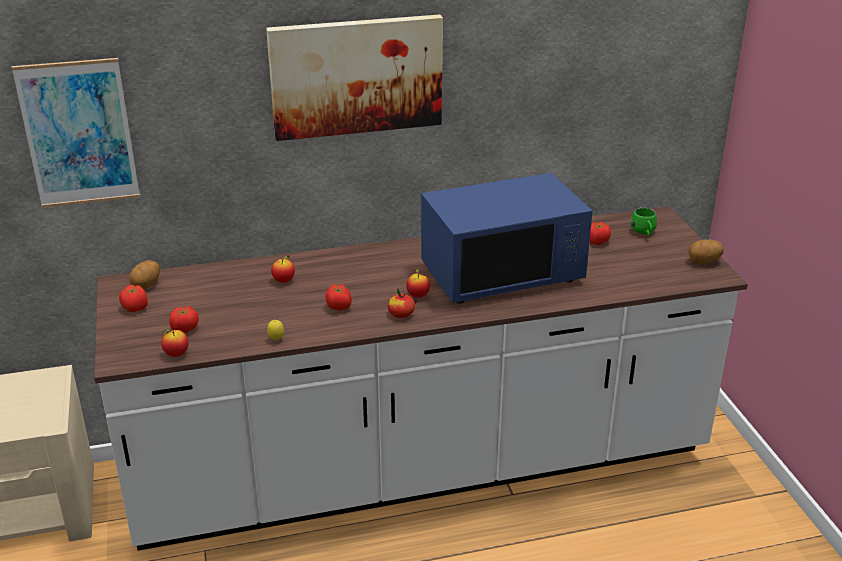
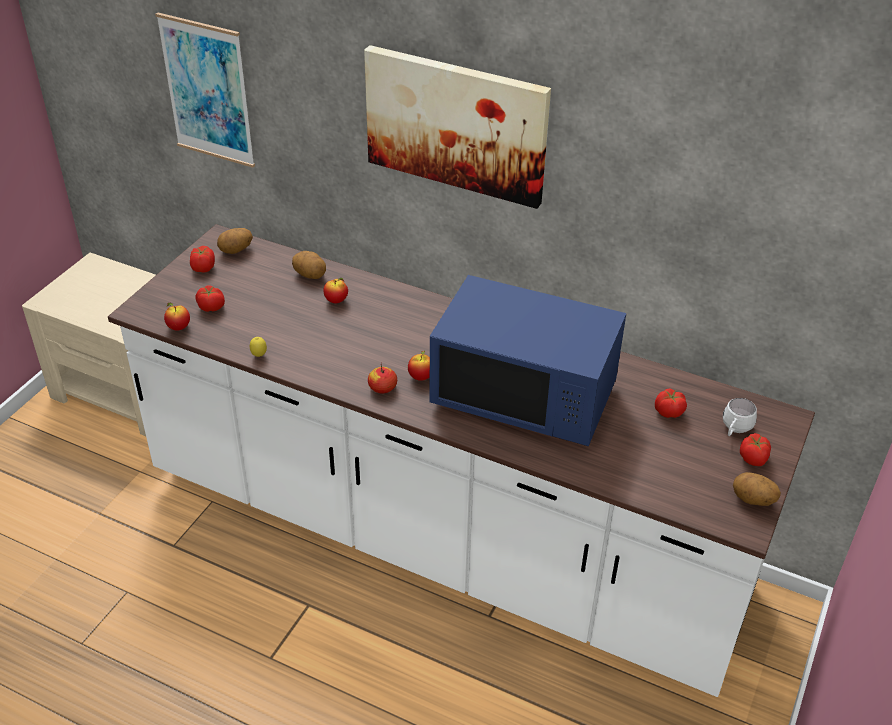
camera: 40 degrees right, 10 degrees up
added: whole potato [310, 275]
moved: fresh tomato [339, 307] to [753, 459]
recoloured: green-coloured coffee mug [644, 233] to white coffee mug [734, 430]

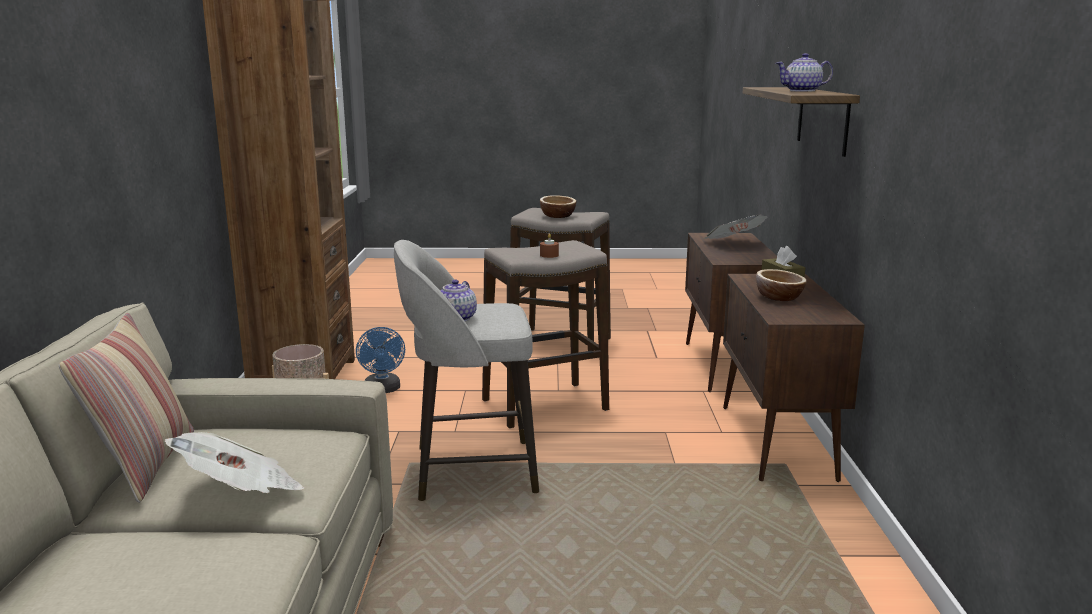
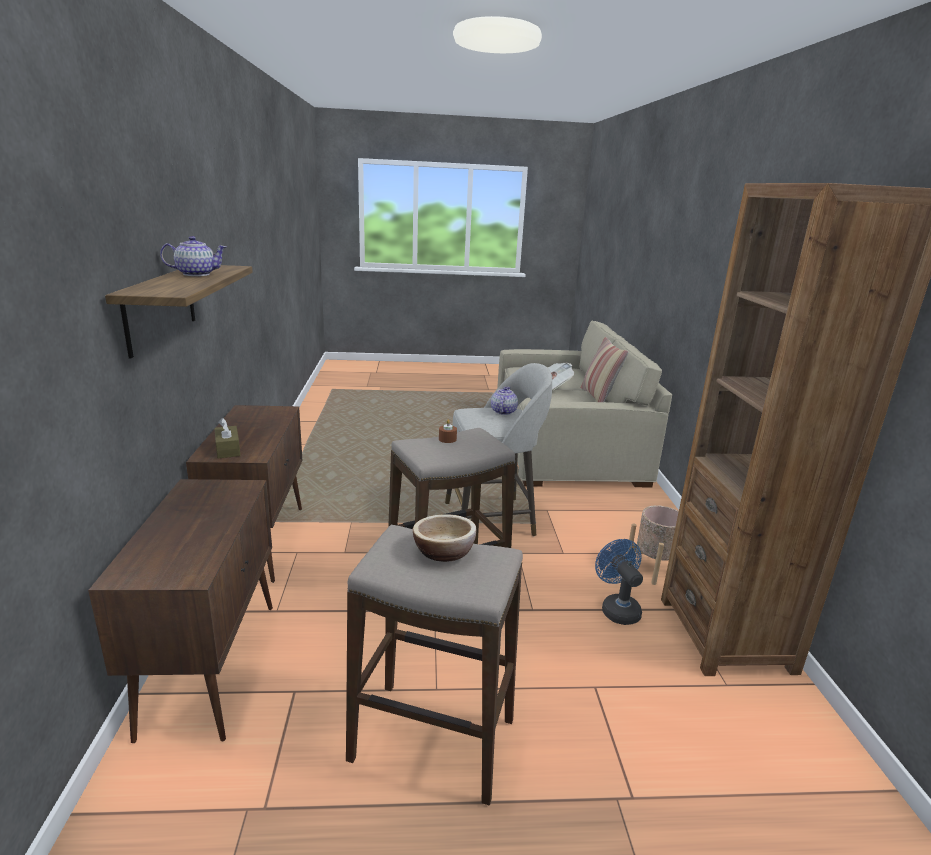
camera: 175 degrees right, 5 degrees up
removed: newspaper [734, 244]; serving bowl [779, 297]

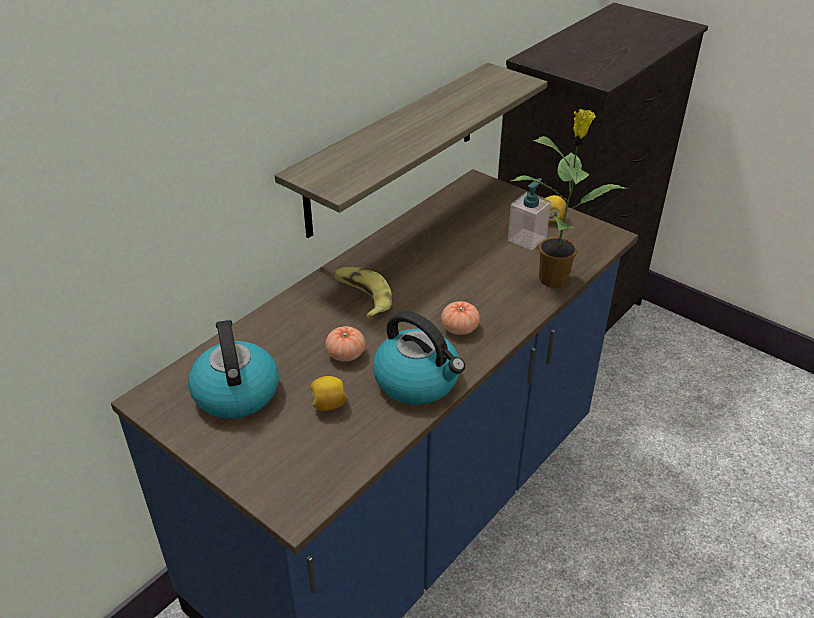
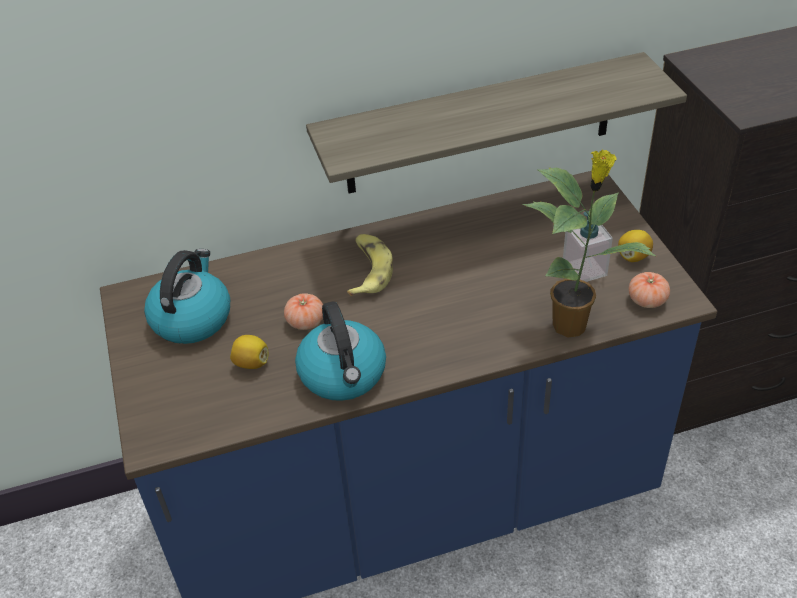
camera: 35 degrees right, 5 degrees up
moved: fresh tomato [459, 328] to [647, 300]

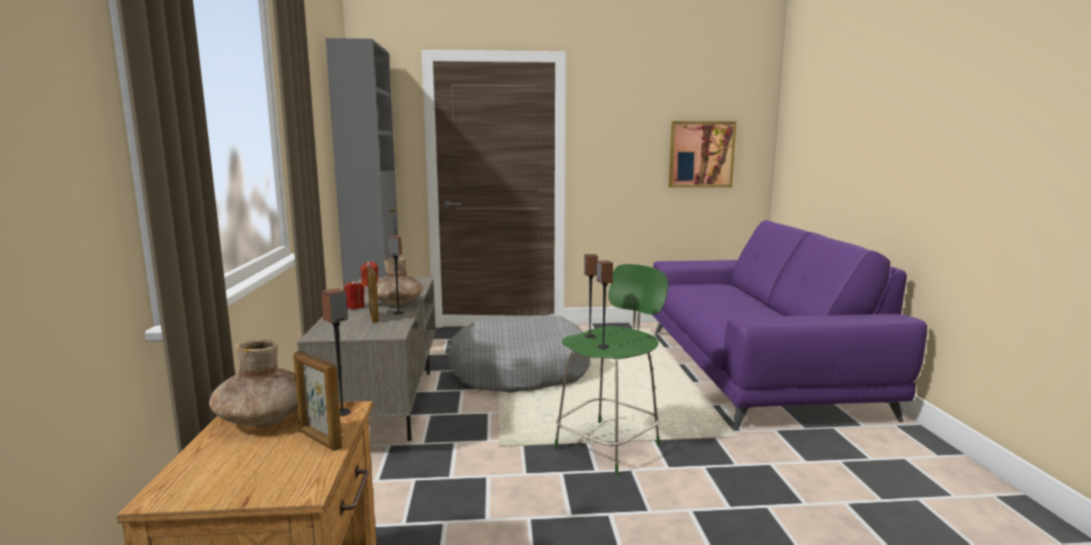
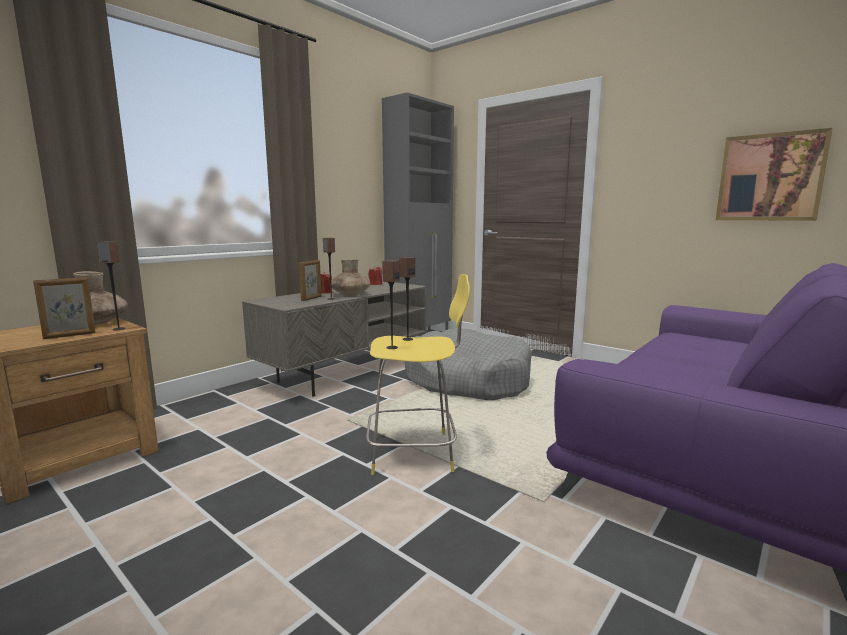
camera: 45 degrees right, 0 degrees up
recoloured: green-coloured stool seat [609, 445] to yellow-coloured stool seat [415, 453]
turned: photo frame [320, 440] = [70, 335] 120 degrees counterclockwise

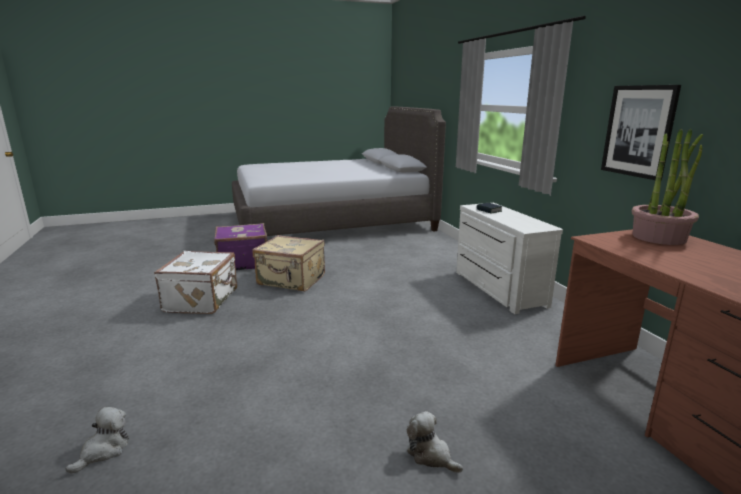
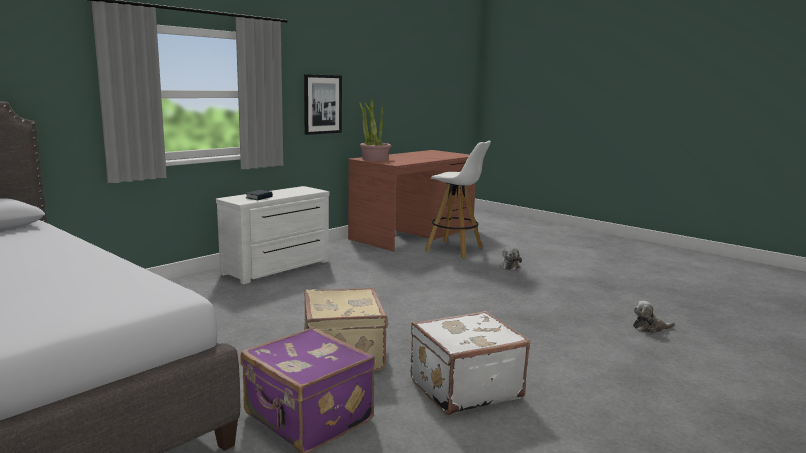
camera: 120 degrees left, 5 degrees down
added: white stool seat [455, 249]

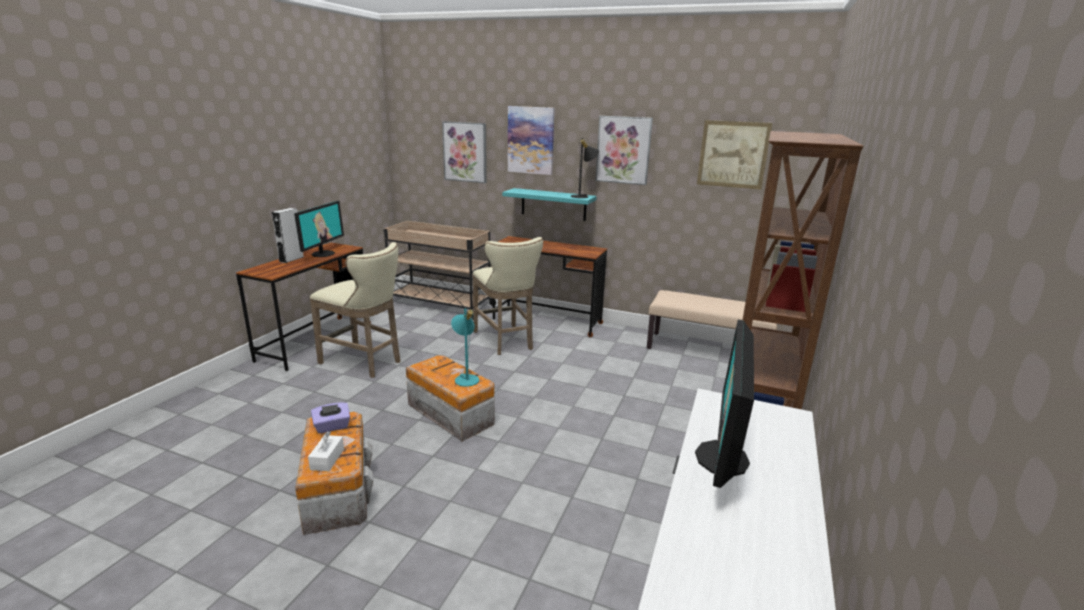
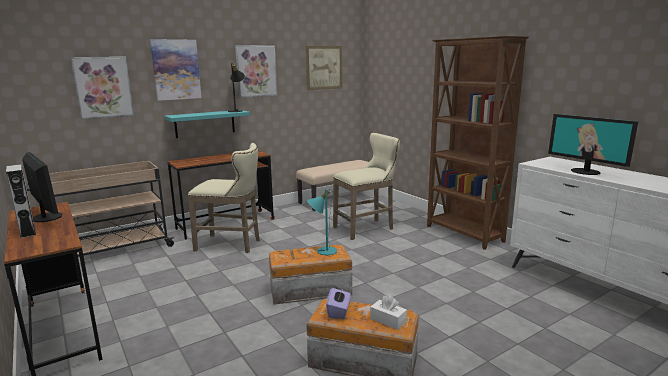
camera: 55 degrees left, 5 degrees down
moved: sand-coloured stool seat [364, 363] to [367, 228]

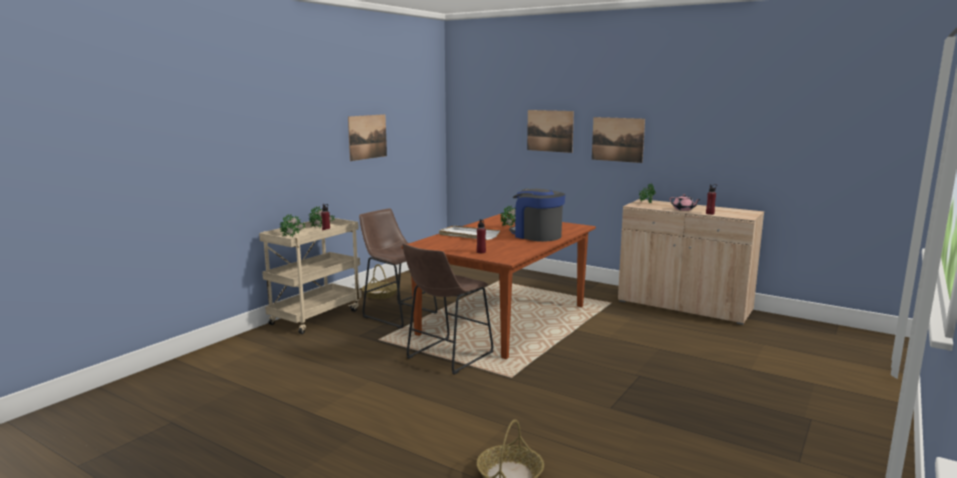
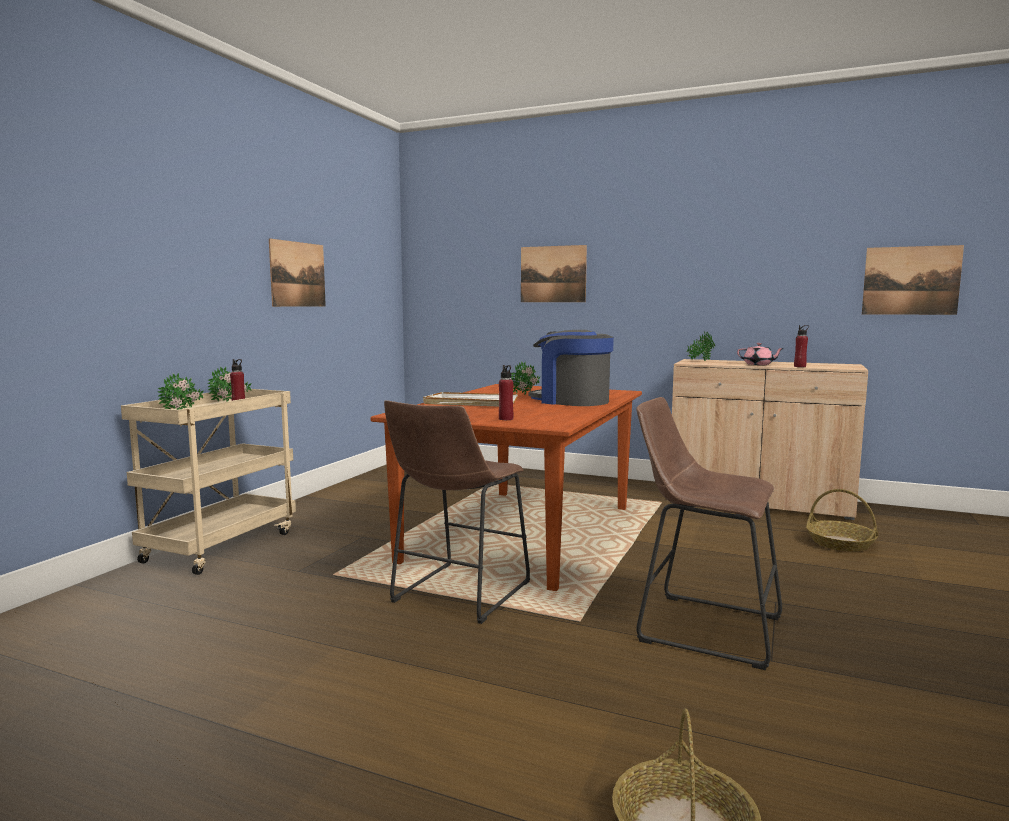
camera: 10 degrees left, 5 degrees down
moved: wall art [617, 139] to [911, 280]; brown stool seat [397, 314] to [701, 627]; basket [380, 294] to [840, 543]

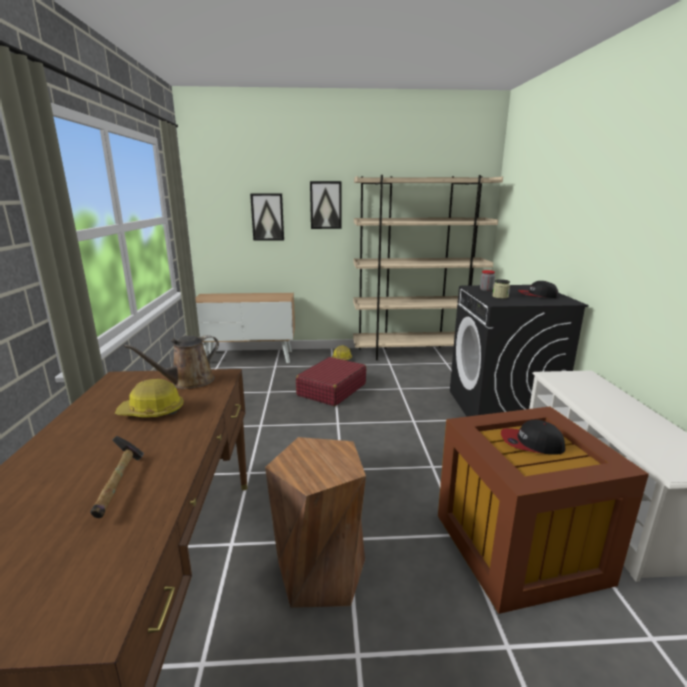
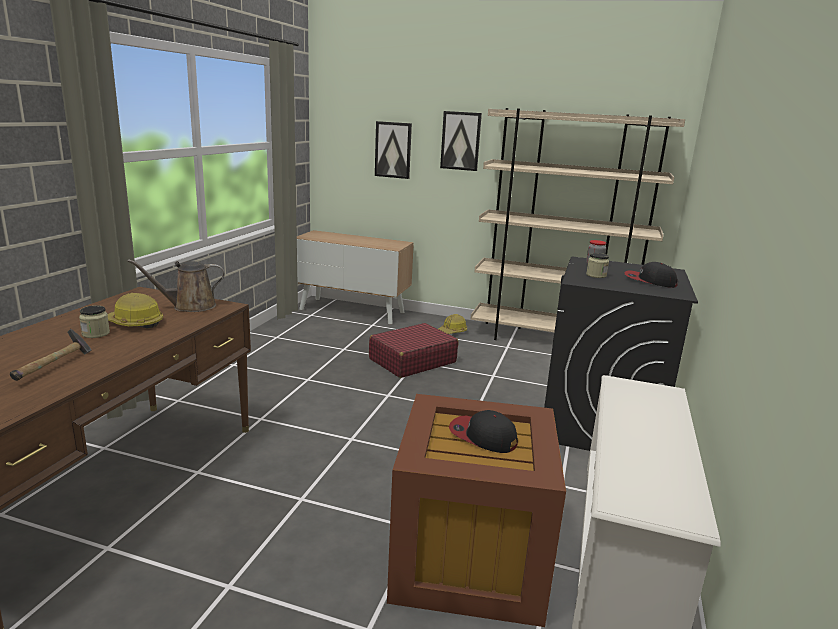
camera: 20 degrees right, 0 degrees up
removed: brown stool seat [321, 572]
added: storage jar [96, 333]

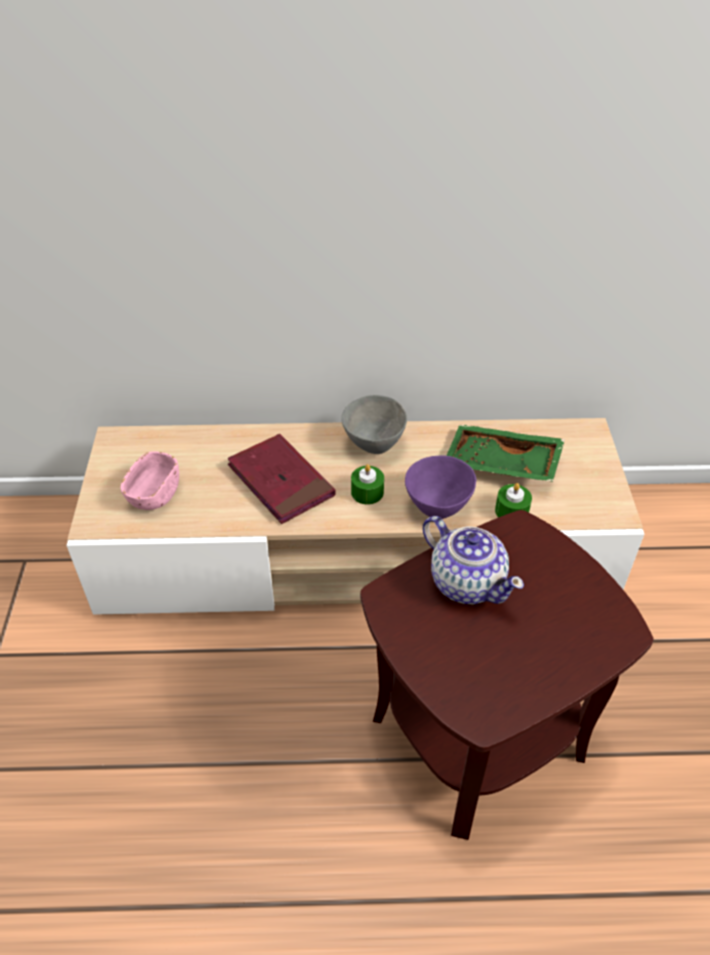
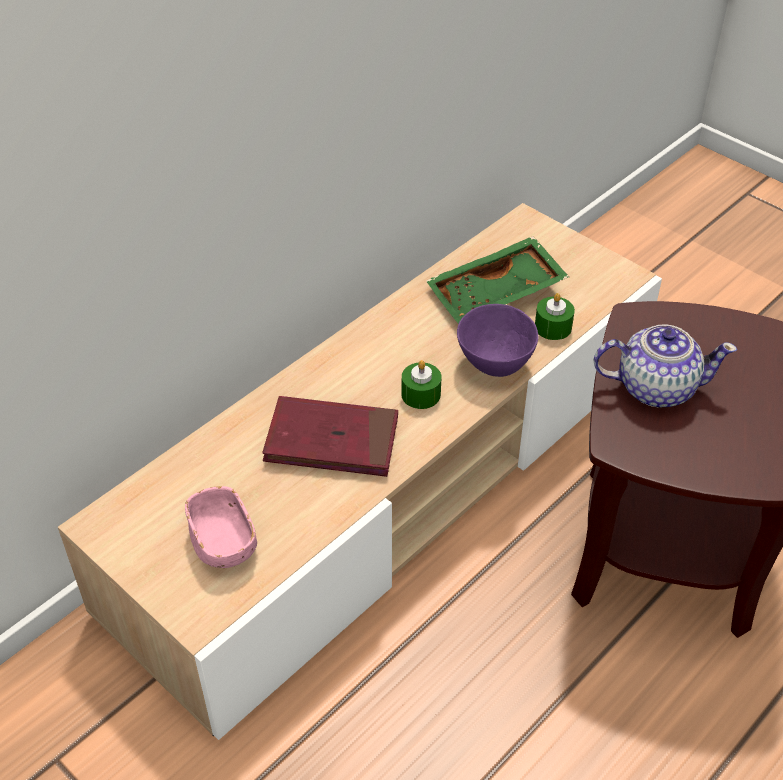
camera: 45 degrees left, 0 degrees up
removed: gray serving bowl [373, 444]

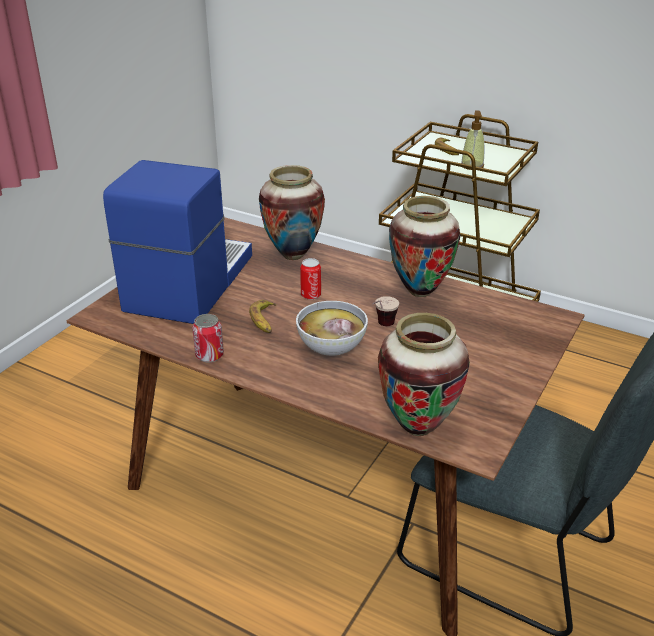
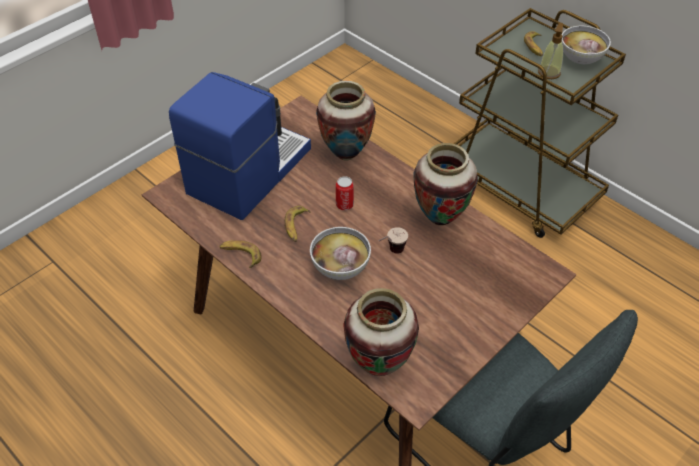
camera: 15 degrees right, 15 degrees up
added: serving bowl [580, 59]
replaced: can [209, 355] to whole banana [240, 255]

